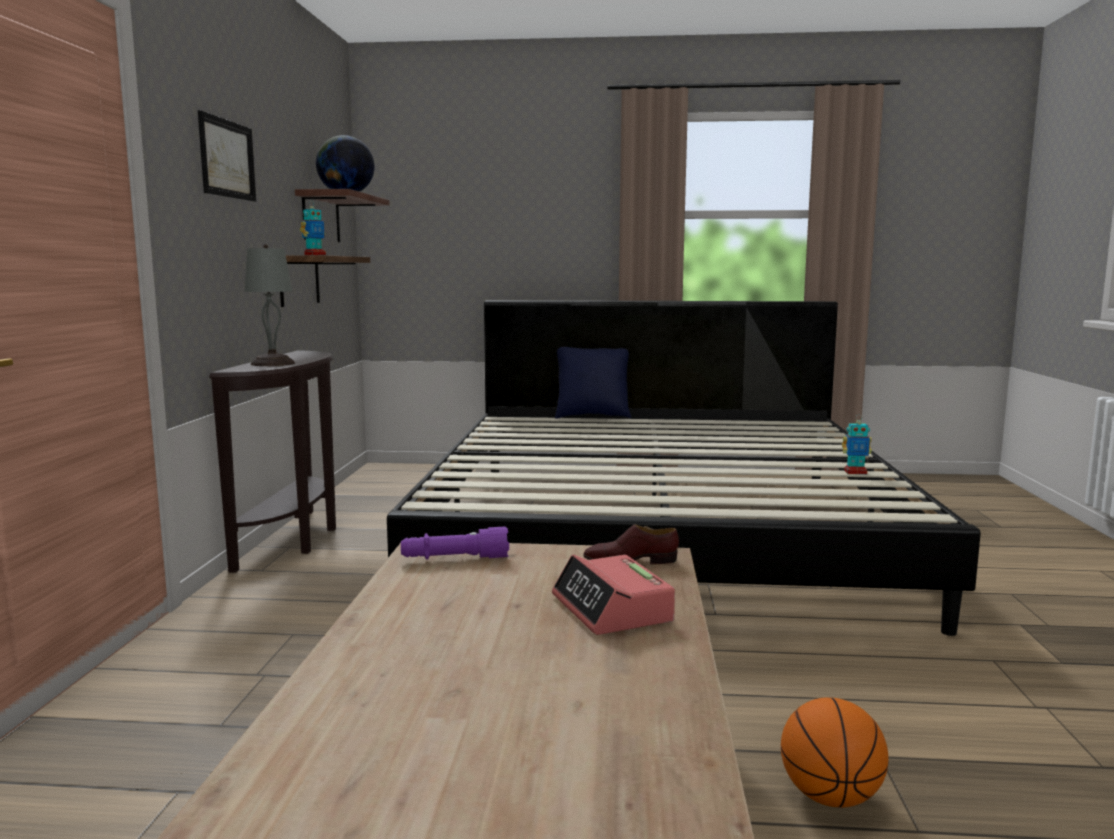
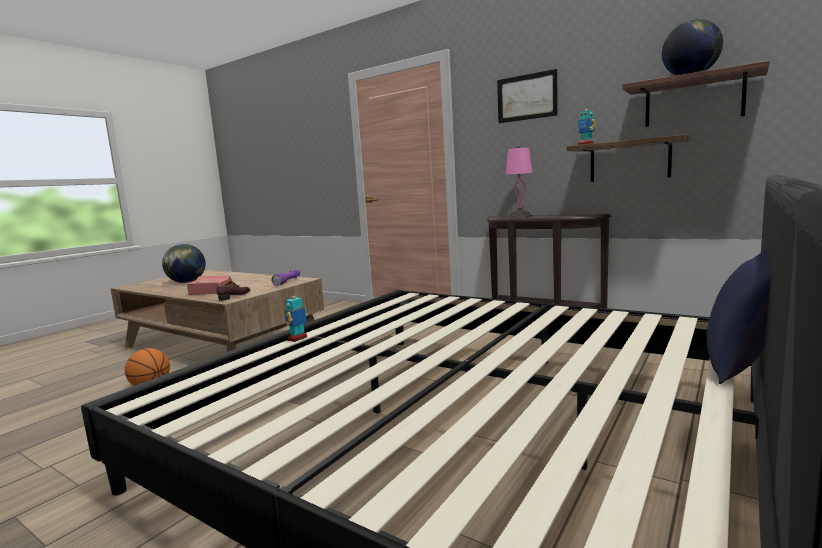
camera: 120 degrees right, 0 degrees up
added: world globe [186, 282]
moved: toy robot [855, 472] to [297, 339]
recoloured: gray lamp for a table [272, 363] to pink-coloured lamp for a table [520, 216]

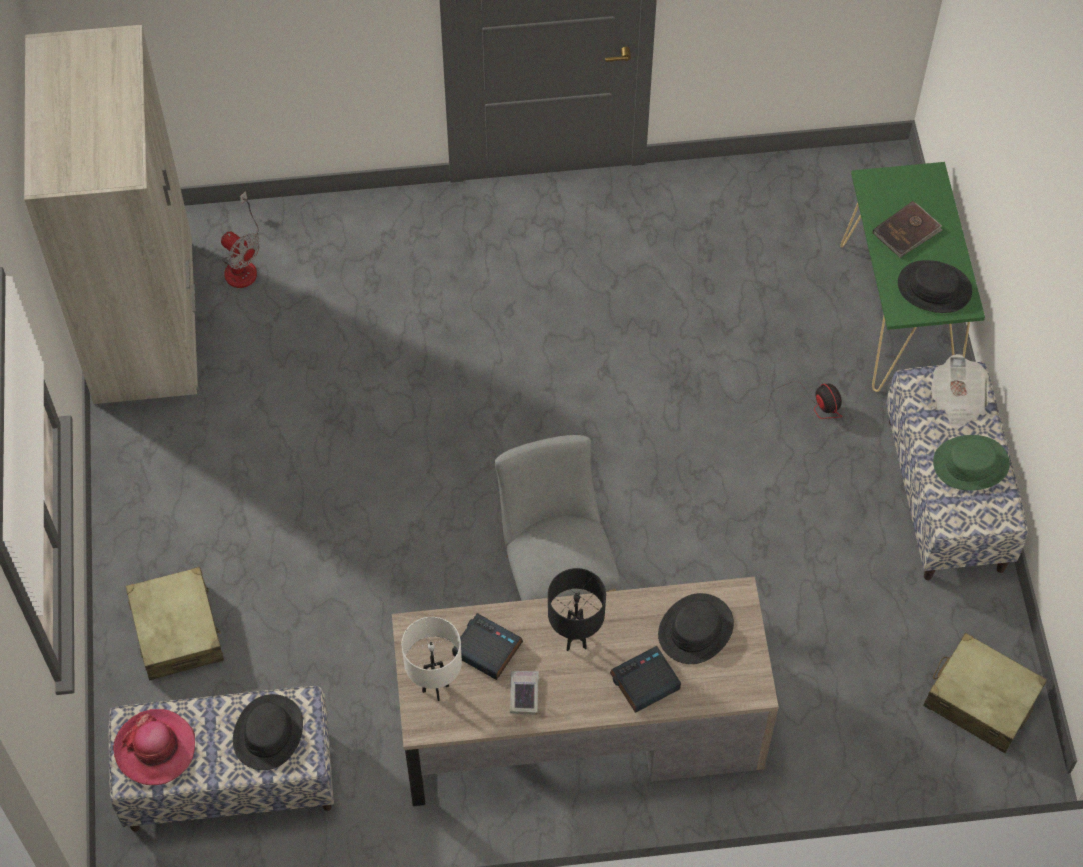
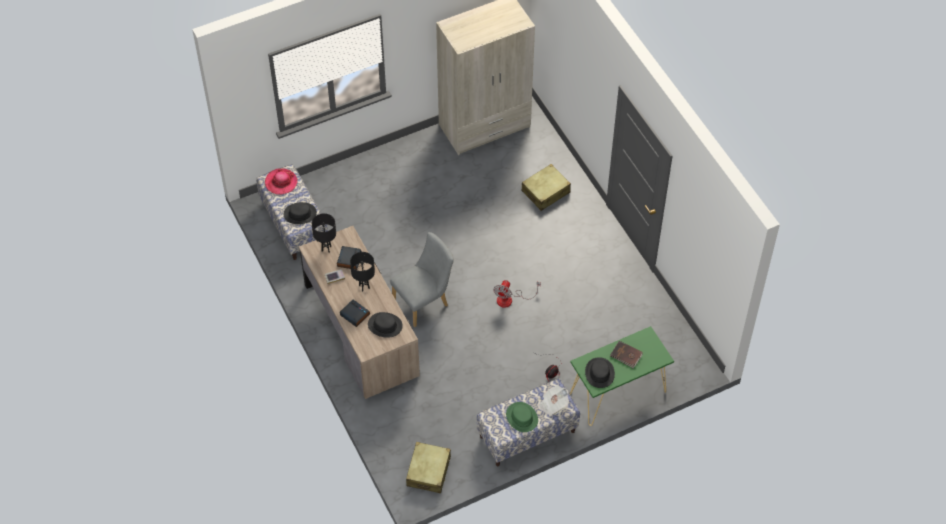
camera: 70 degrees right, 5 degrees down
moved: fan [242, 264] to [510, 299]; sand-coloured suitcase [177, 631] to [546, 192]
recoloured: white lamp for a table [435, 688] to black lamp for a table [326, 248]

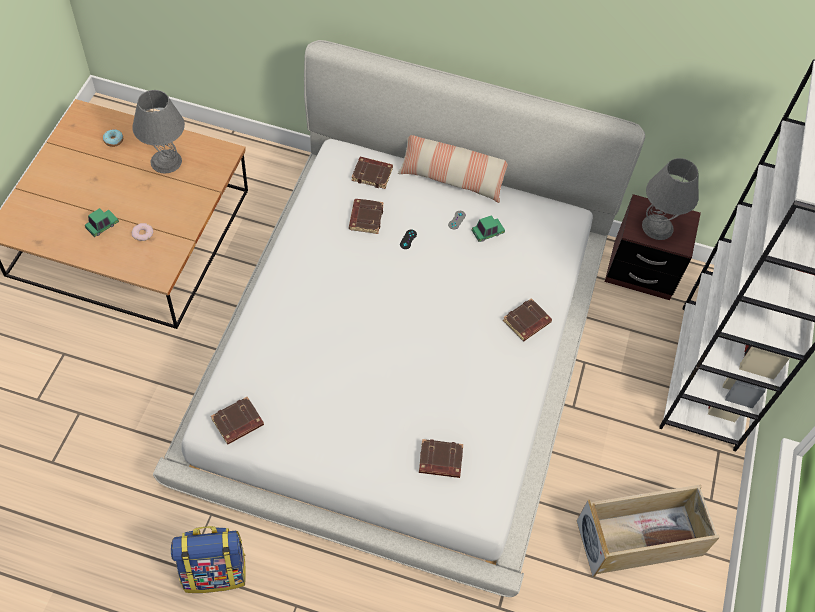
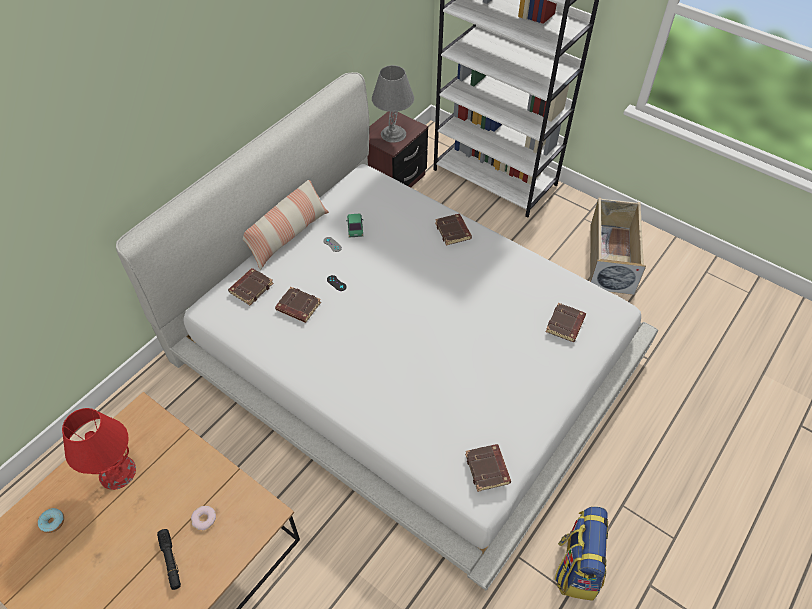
camera: 65 degrees left, 5 degrees down
replaced: miniature car [102, 226] to black flashlight [170, 561]
recoloured: gray lamp for a table [165, 161] to red lamp for a table [117, 473]

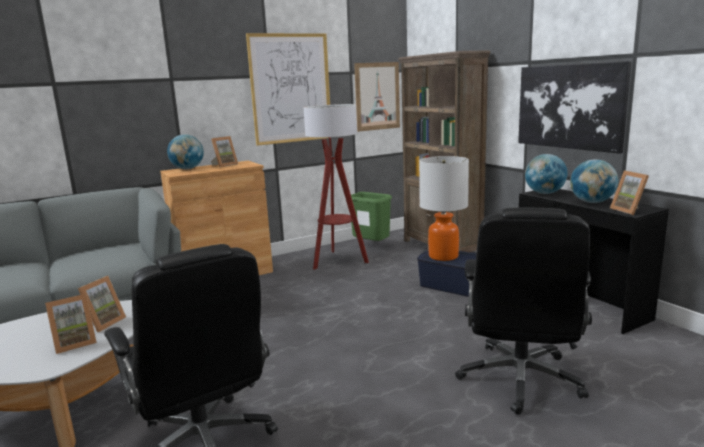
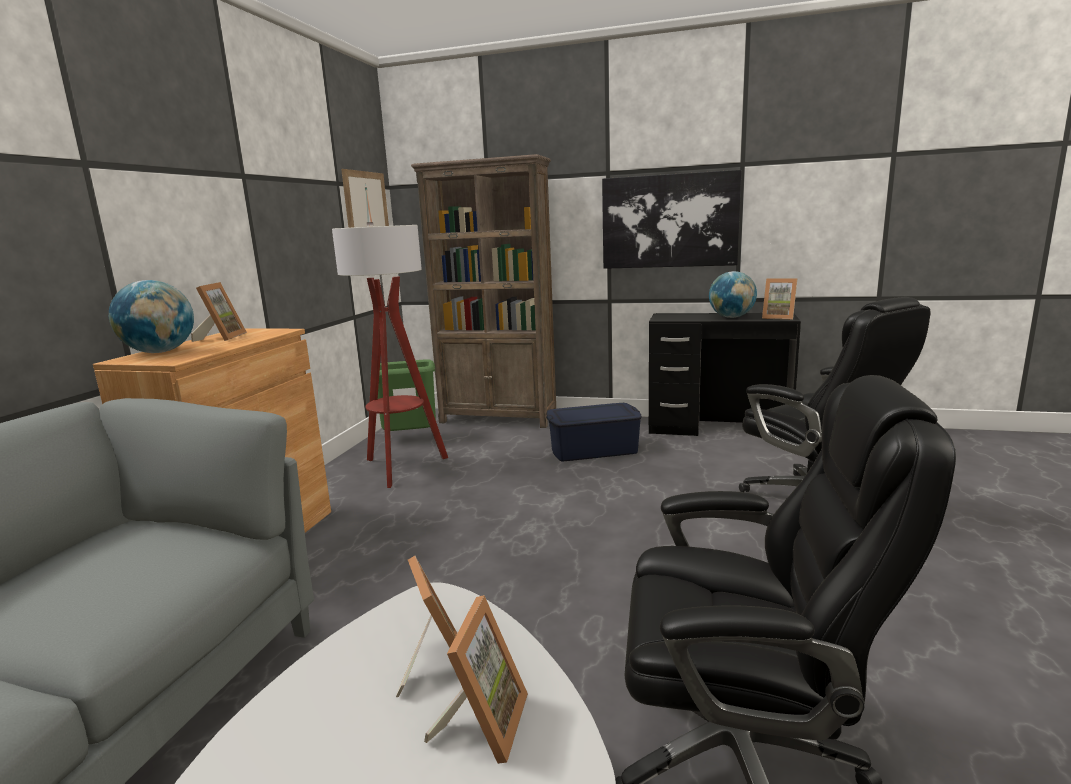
camera: 45 degrees left, 0 degrees up
removed: wall art [291, 88]; world globe [544, 193]; lamp for a table [443, 256]

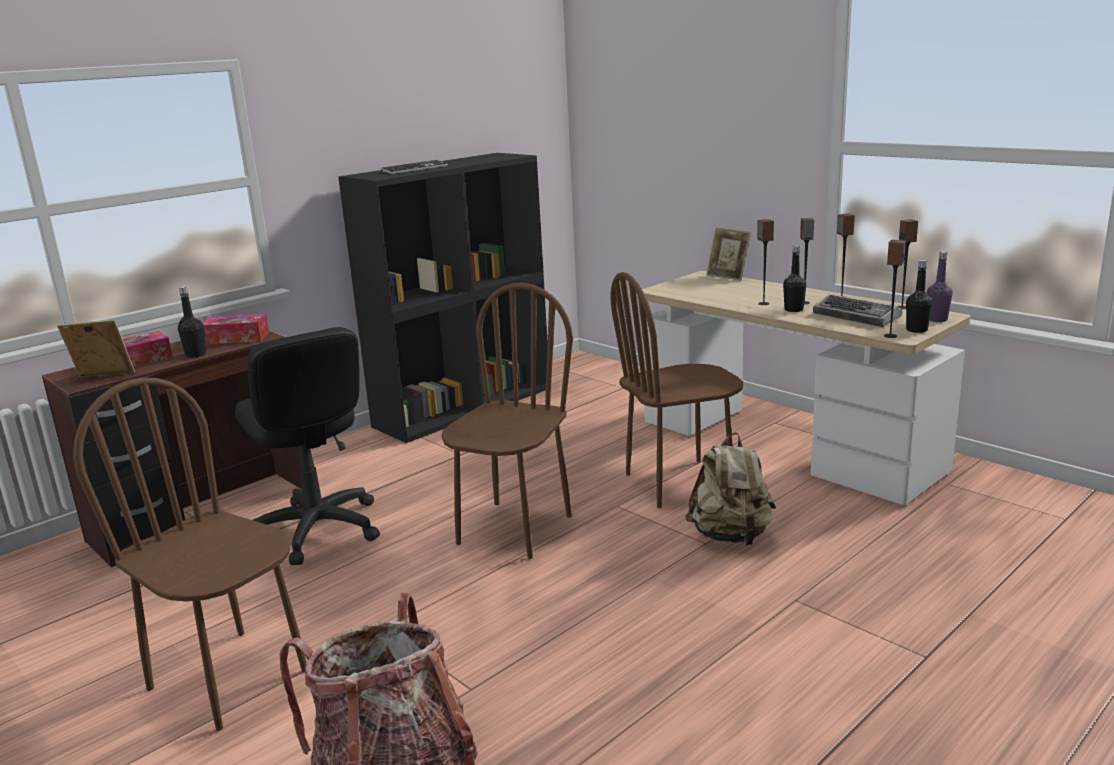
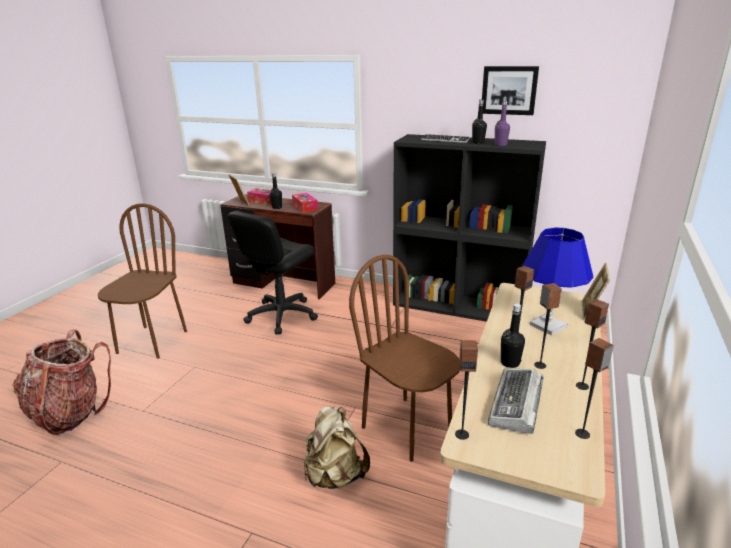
camera: 65 degrees right, 5 degrees up
removed: brown plain chair [513, 529]
added: wall art [509, 90]; blue-coloured lamp for a table [548, 325]
moved: purplish bottle [937, 319] to [500, 145]; black bottle [916, 330] to [478, 143]

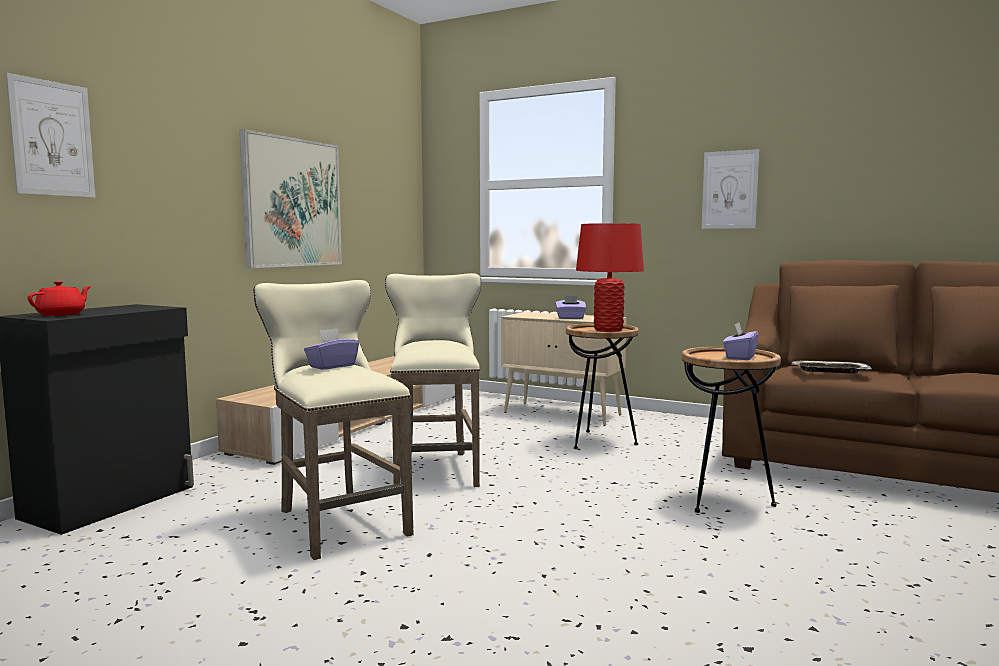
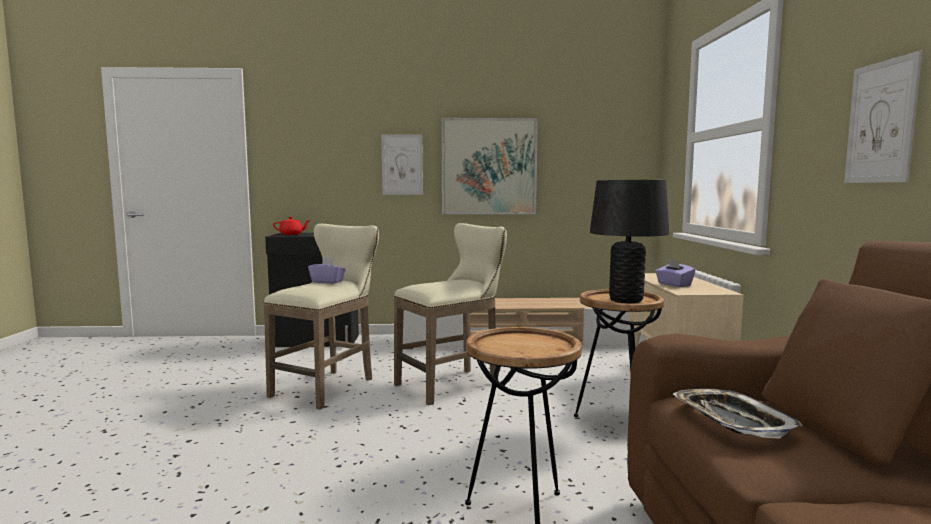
camera: 60 degrees right, 0 degrees up
removed: purplish tissue holder [739, 357]
moved: wall art [52, 138] to [402, 164]
recoloured: red lamp for a table [608, 330] to black lamp for a table [625, 300]

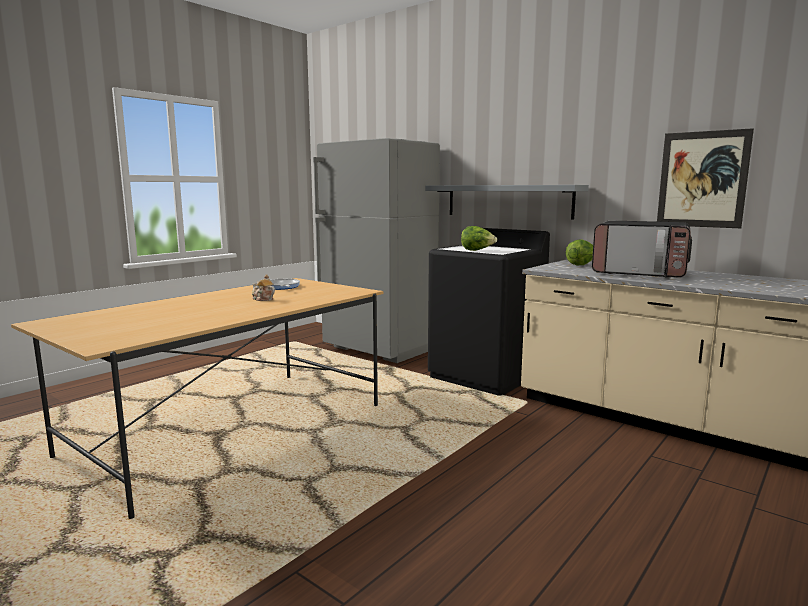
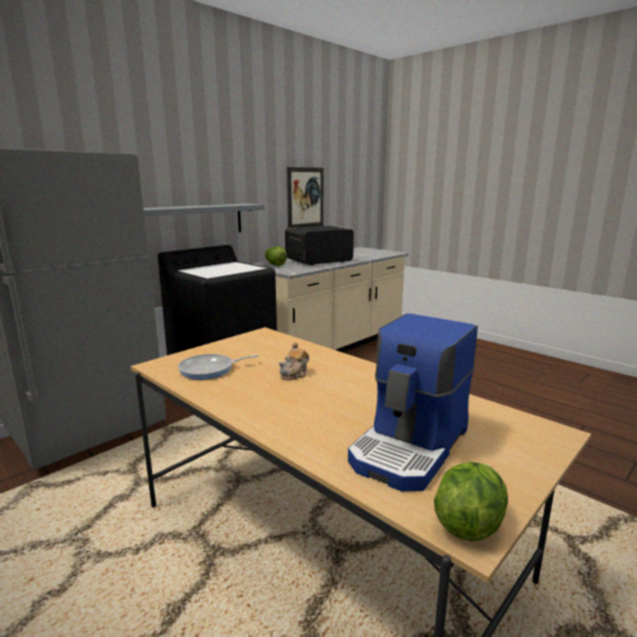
camera: 85 degrees left, 5 degrees up
added: coffee machine [411, 447]
moved: lettuce head [477, 250] to [469, 522]
turned: kitchen microwave [640, 273] = [318, 261] 150 degrees counterclockwise

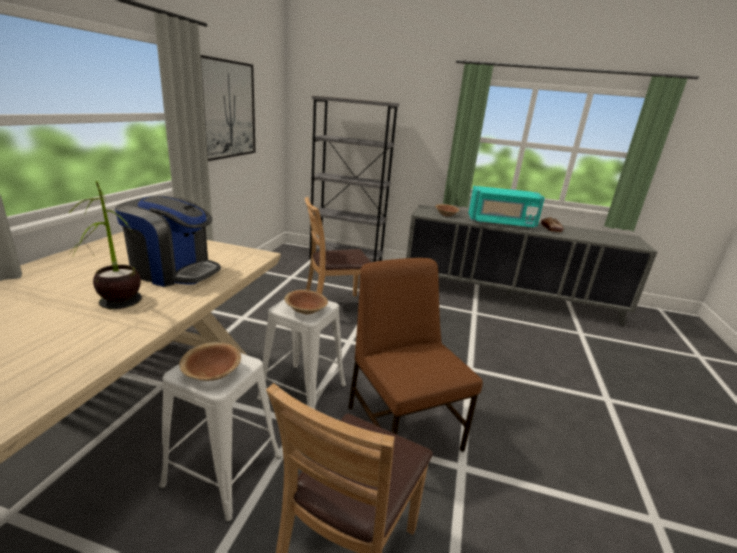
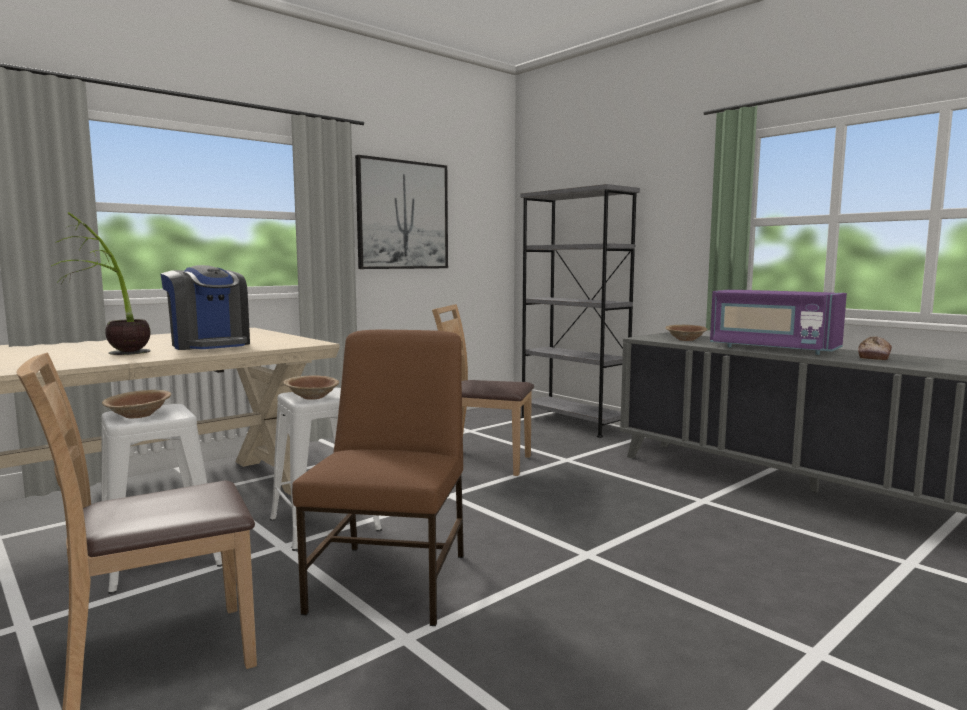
camera: 35 degrees right, 15 degrees down
recoloured: turquoise-coloured kitchen microwave [501, 223] to purplish kitchen microwave [772, 349]

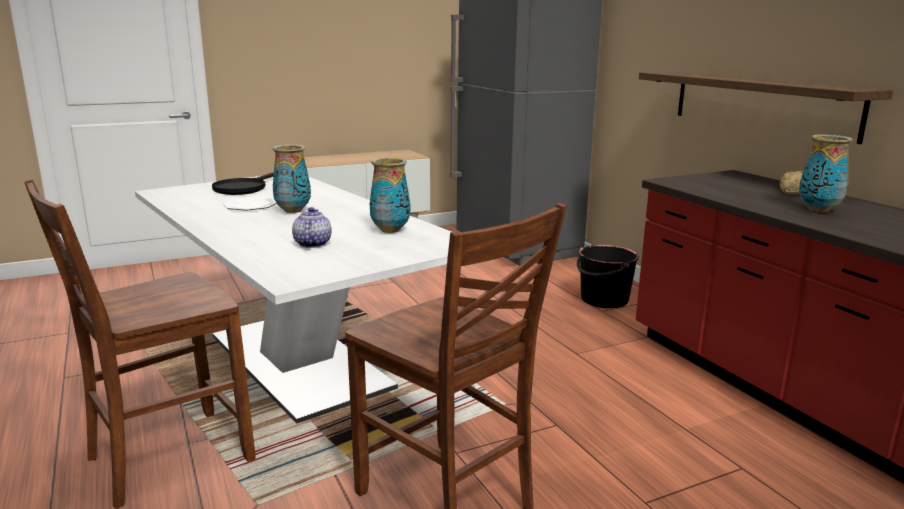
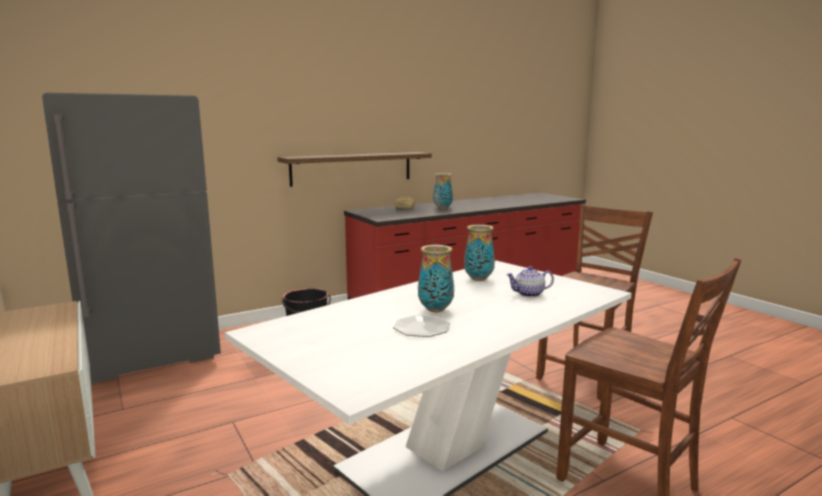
camera: 95 degrees left, 5 degrees down
removed: black skillet [244, 188]

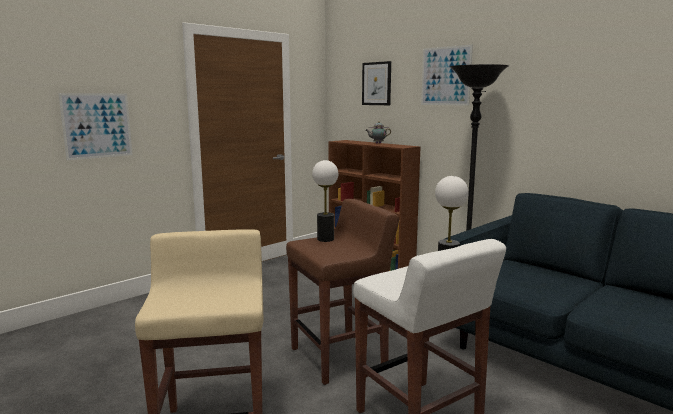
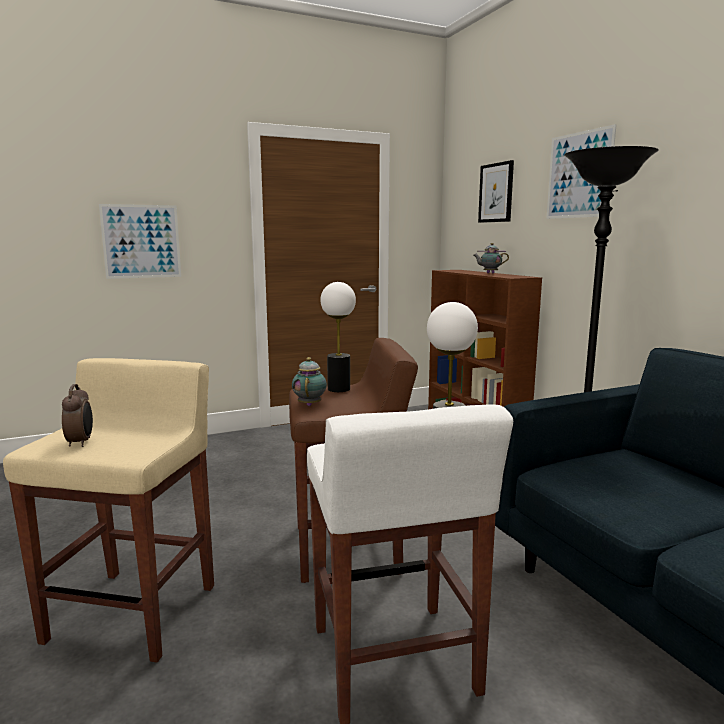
camera: 20 degrees right, 0 degrees up
added: tea pot [310, 404]; alarm clock [81, 442]

